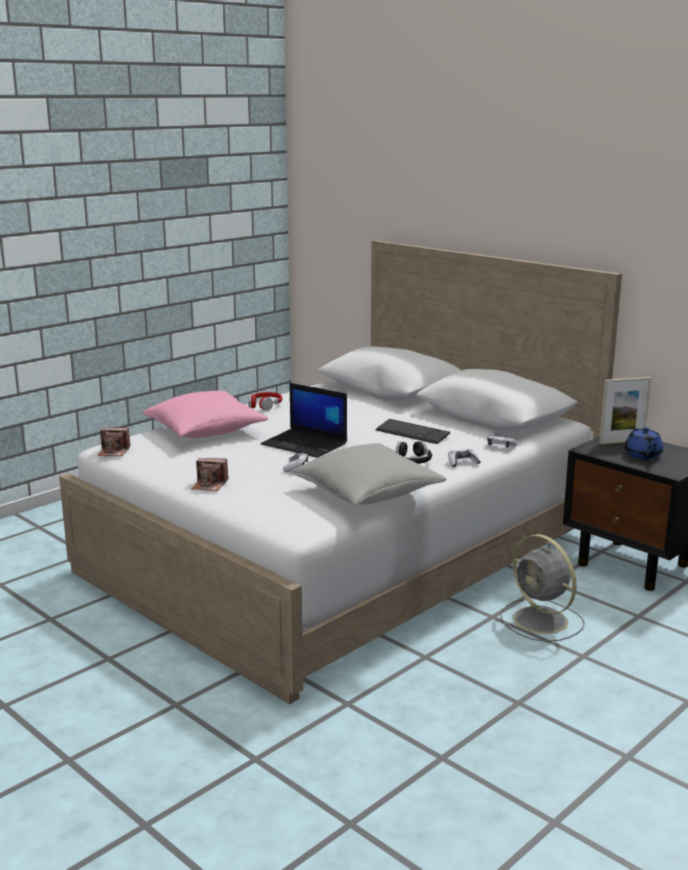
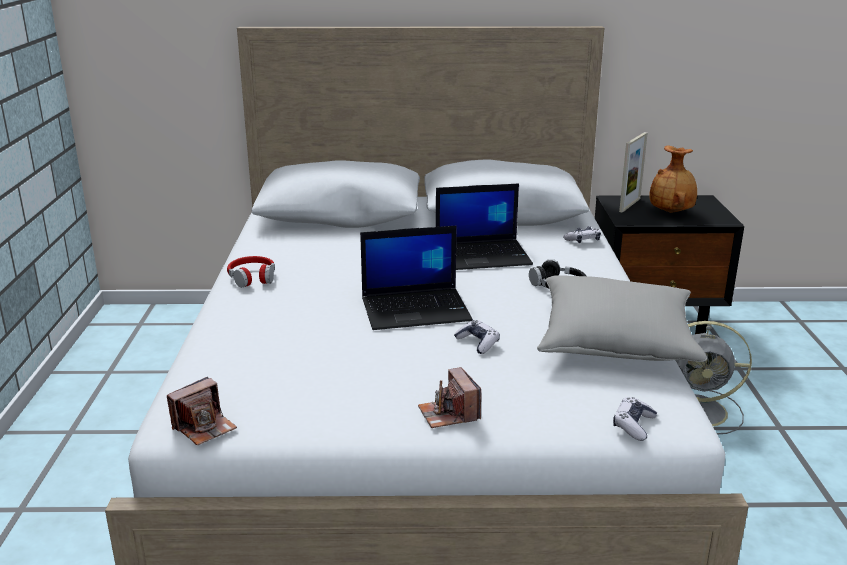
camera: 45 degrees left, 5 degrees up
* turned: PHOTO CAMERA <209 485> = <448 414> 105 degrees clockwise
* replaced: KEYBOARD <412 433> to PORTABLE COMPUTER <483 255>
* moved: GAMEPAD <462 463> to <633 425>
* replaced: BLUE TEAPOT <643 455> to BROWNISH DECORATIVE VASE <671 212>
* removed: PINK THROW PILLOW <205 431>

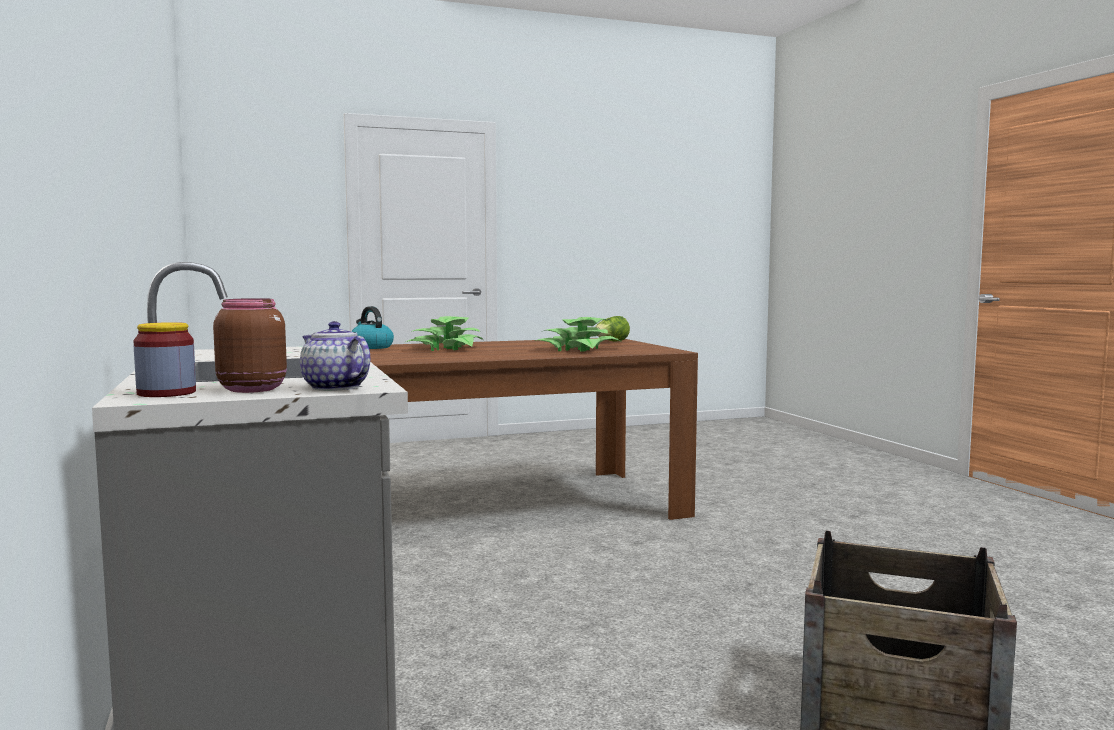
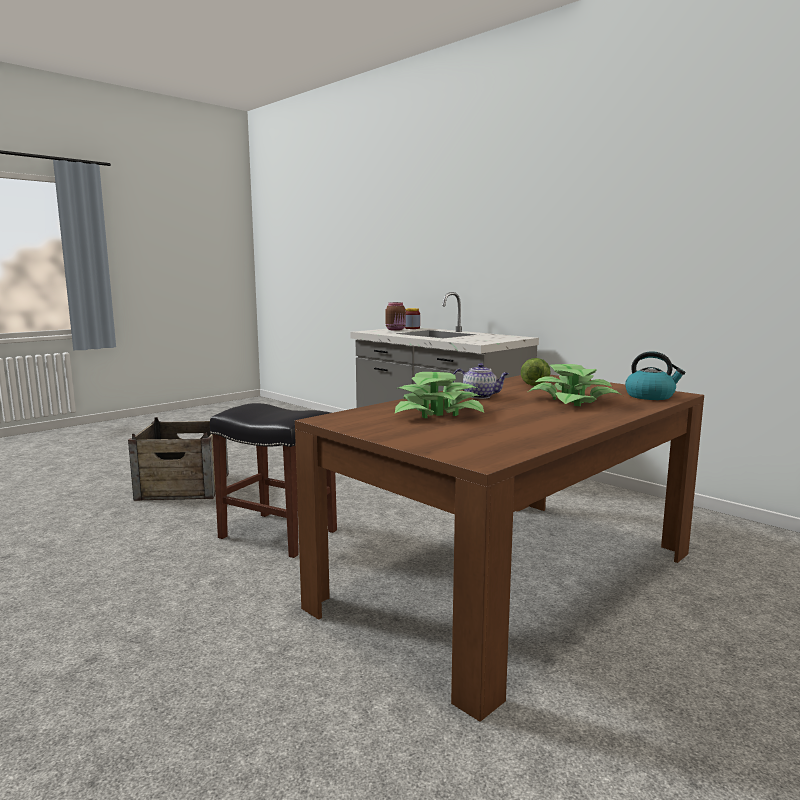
camera: 155 degrees right, 5 degrees up
* added: BLACKISH STOOL <280 534>
* moved: TEAPOT <334 387> to <480 396>
* moved: LETTUCE HEAD <611 342> to <534 383>

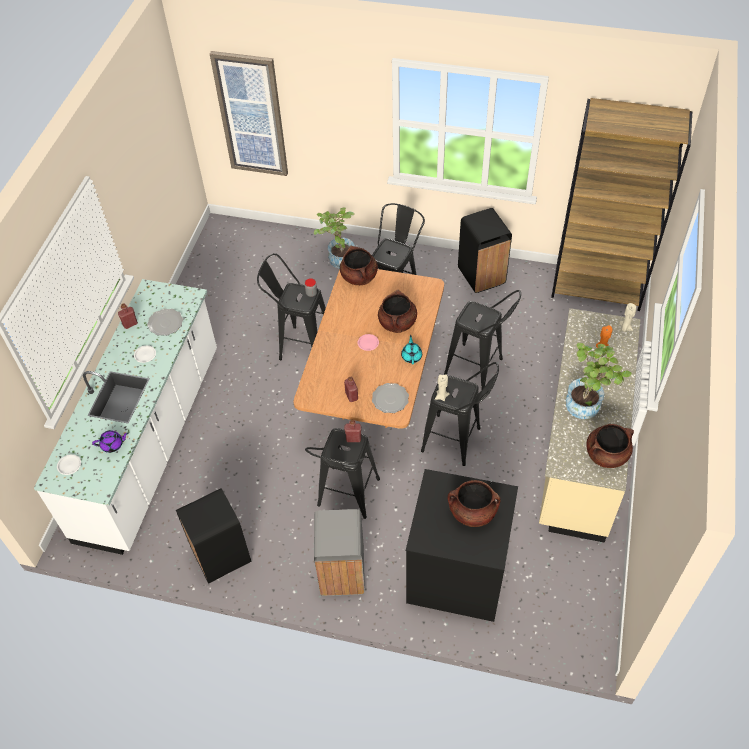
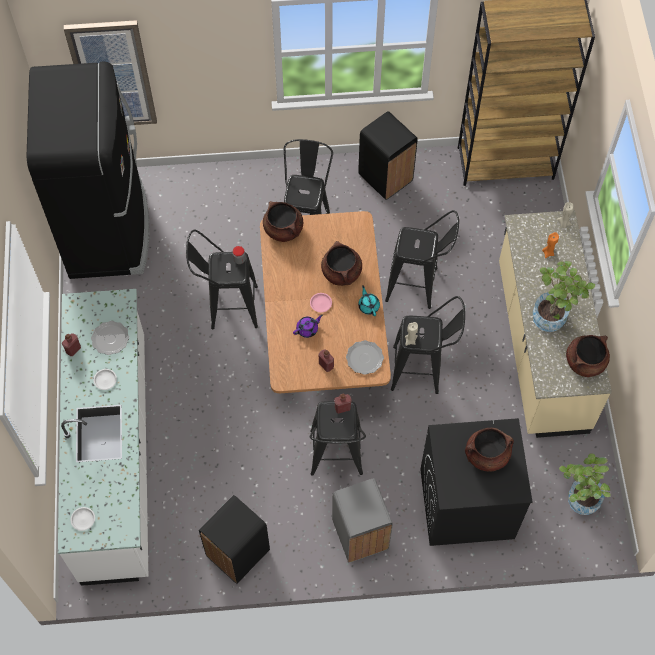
camera: 20 degrees left, 10 degrees up
* added: BLACKISH KITCHEN FRIDGE <108 229>
* moved: PURPLE TEAPOT <113 445> to <307 329>
* moved: HOUSEPLANT <338 258> to <578 499>

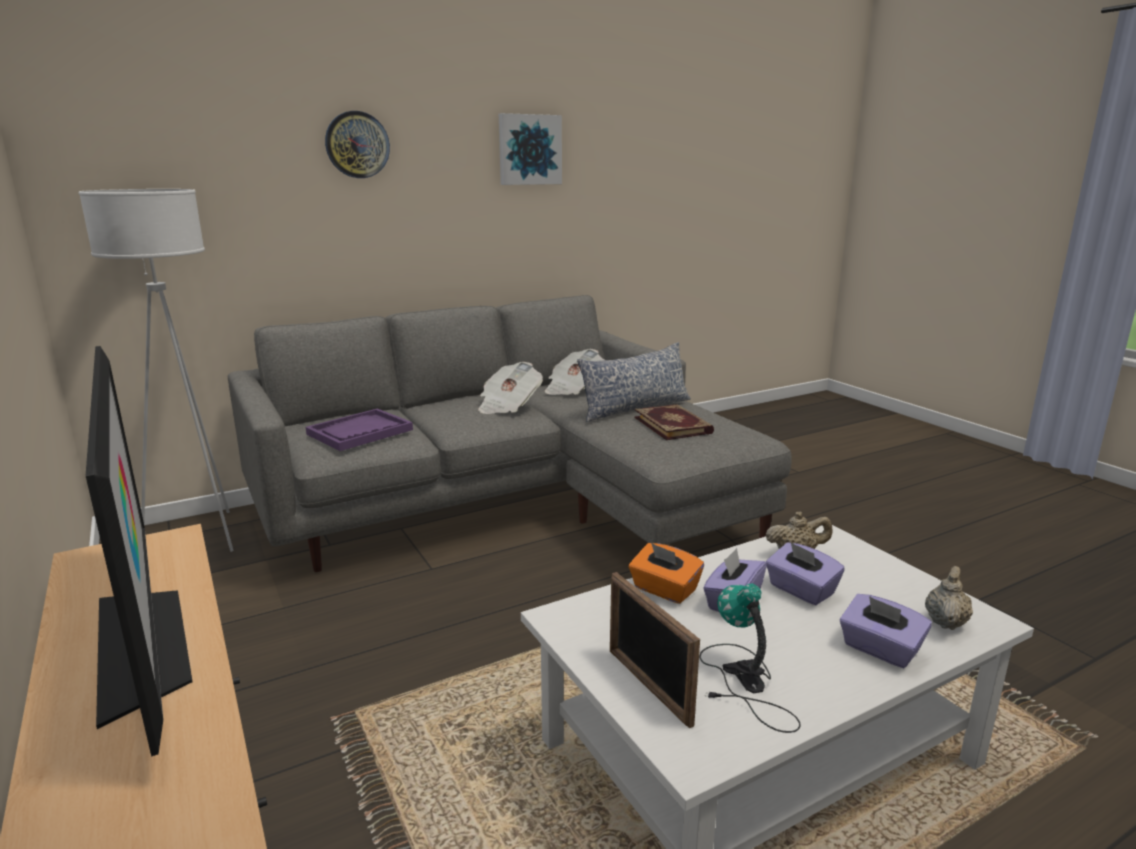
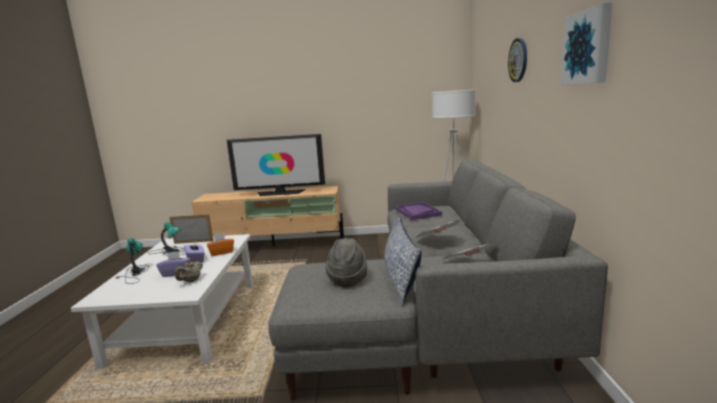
camera: 120 degrees right, 5 degrees down
* replaced: PURPLE BOX OF TISSUES <880 649> to TABLE LAMP <134 273>
* replaced: BOOK <673 425> to GRAY CLOTHING HAT <348 279>
* removed: BEIGE-COLOURED TEAPOT <945 621>

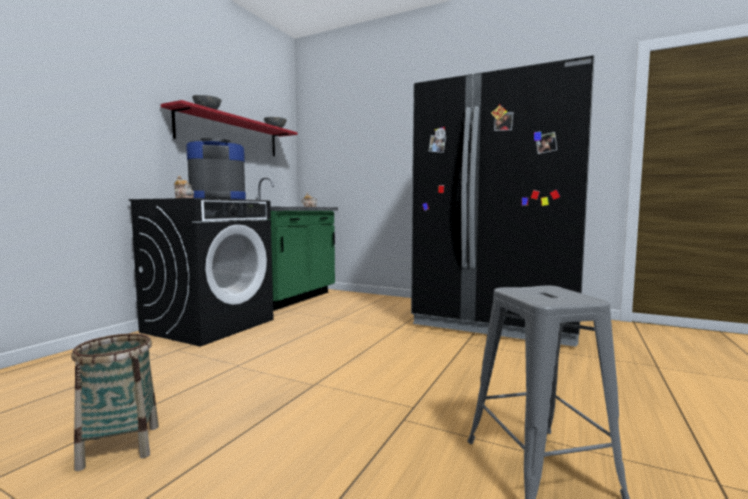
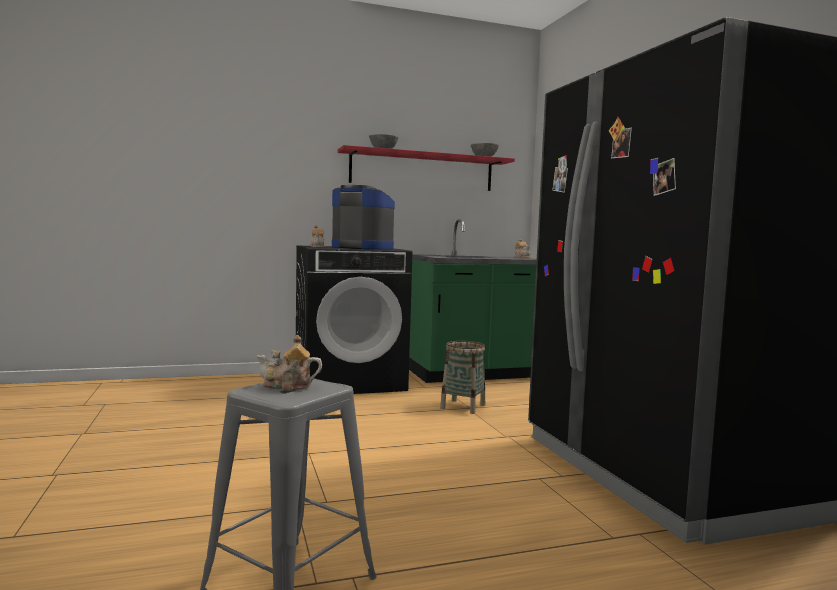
camera: 45 degrees right, 0 degrees up
* added: TEAPOT <288 386>
* moved: HOUSEHOLD BASKET <120 446> to <463 407>

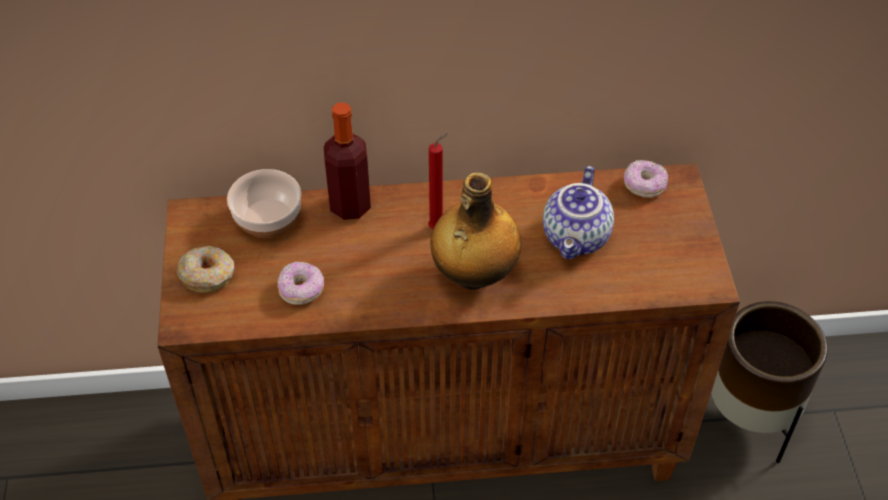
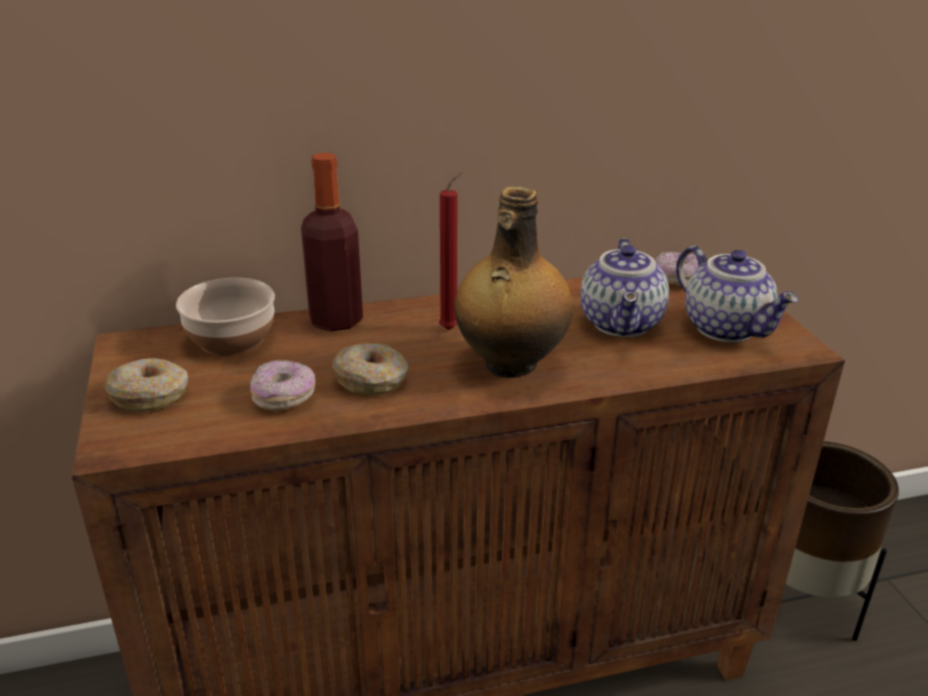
camera: 10 degrees left, 20 degrees down
* added: RING DOUGHNUT <372 379>
* added: TEAPOT <727 328>

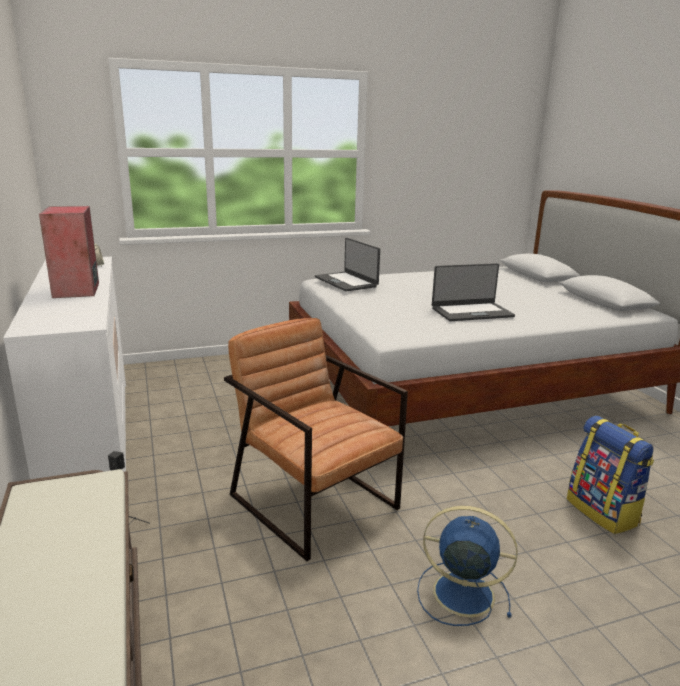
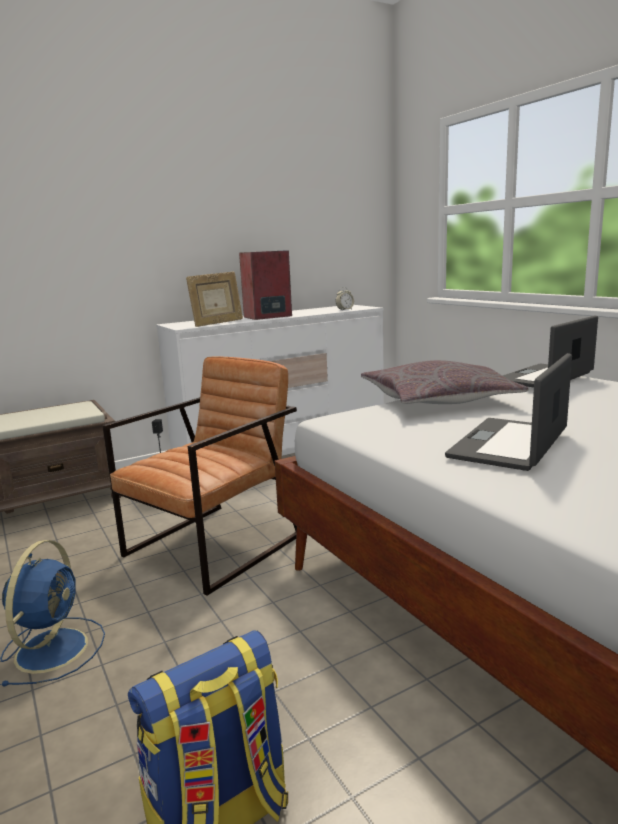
camera: 80 degrees right, 5 degrees down
* added: PHOTO FRAME <217 323>
* added: GRAY THROW PILLOW <437 400>
* turned: PORTABLE COMPUTER <471 312> = <510 444> 60 degrees clockwise

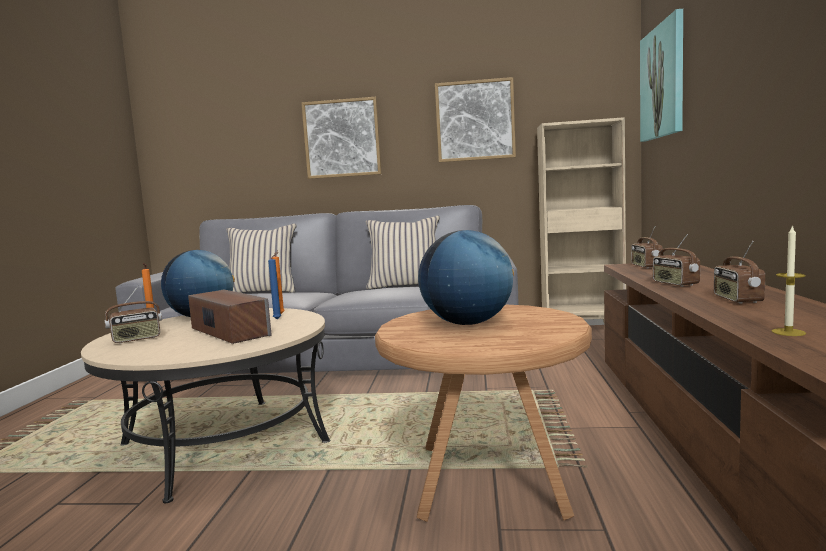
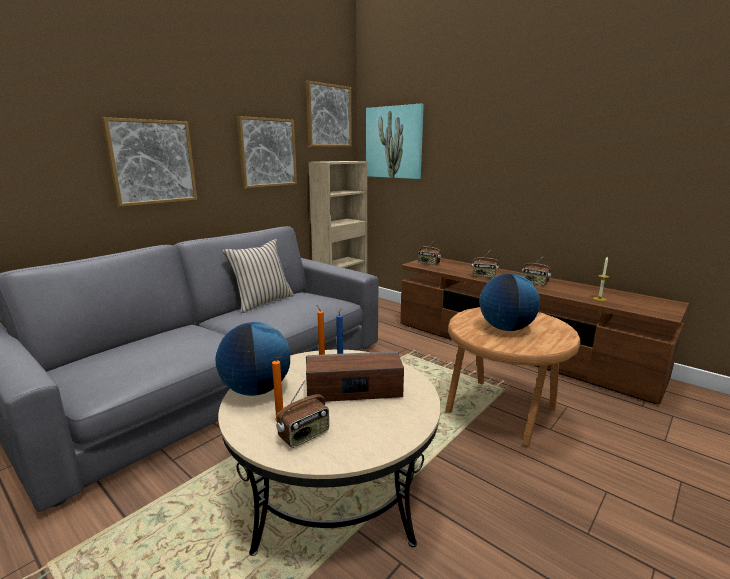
camera: 55 degrees left, 10 degrees up
* turned: RADIO SET <136 339> = <304 435> 45 degrees clockwise
* added: WALL PICTURE <328 116>
* removed: BEIGE-COLOURED THROW PILLOW <263 292>

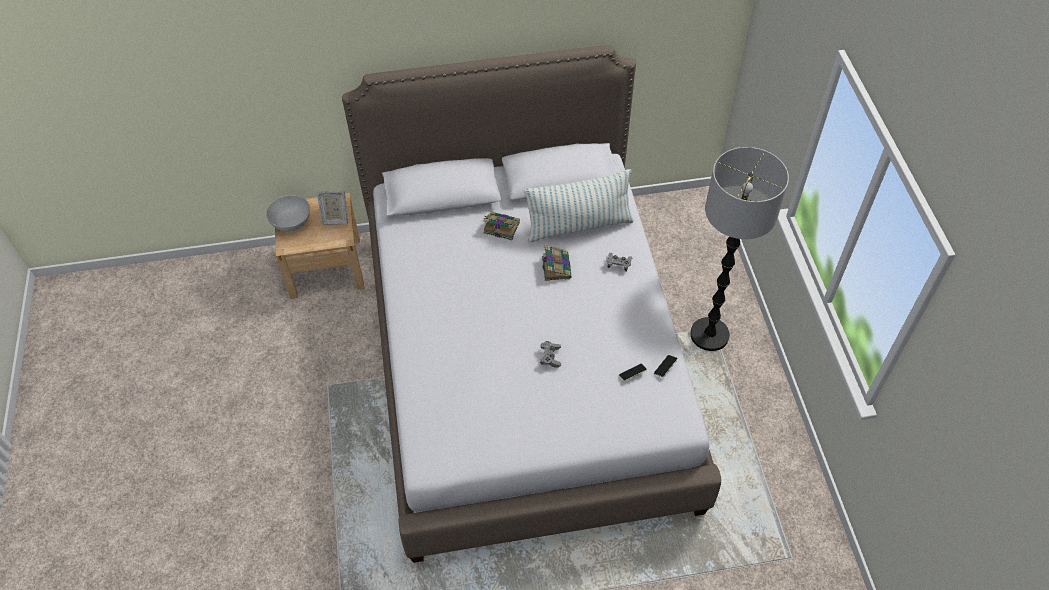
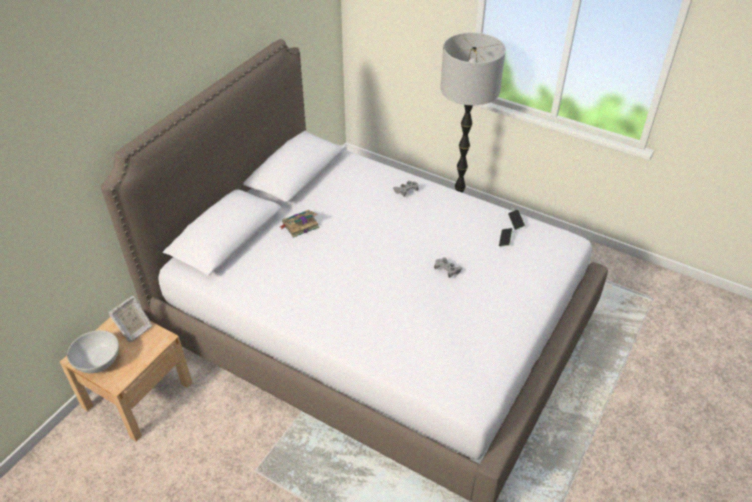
camera: 50 degrees left, 10 degrees down
* removed: THROW PILLOW <579 225>
* removed: BOOK <556 266>

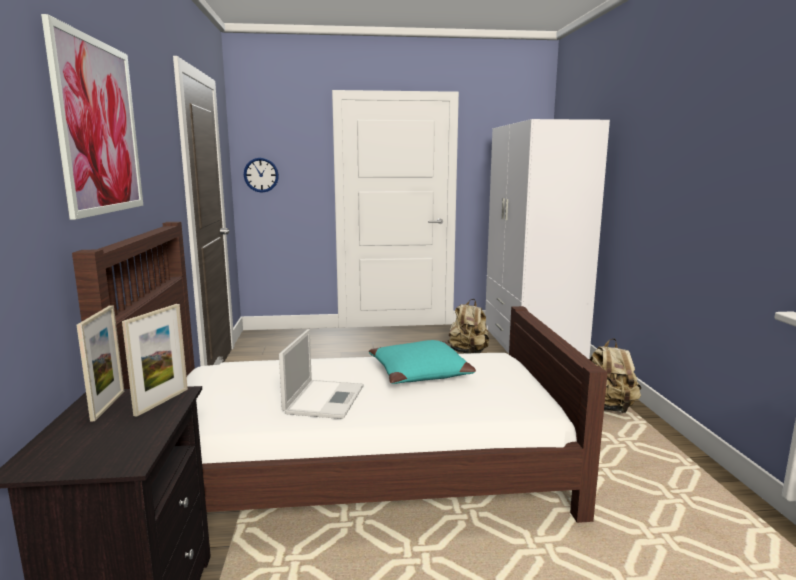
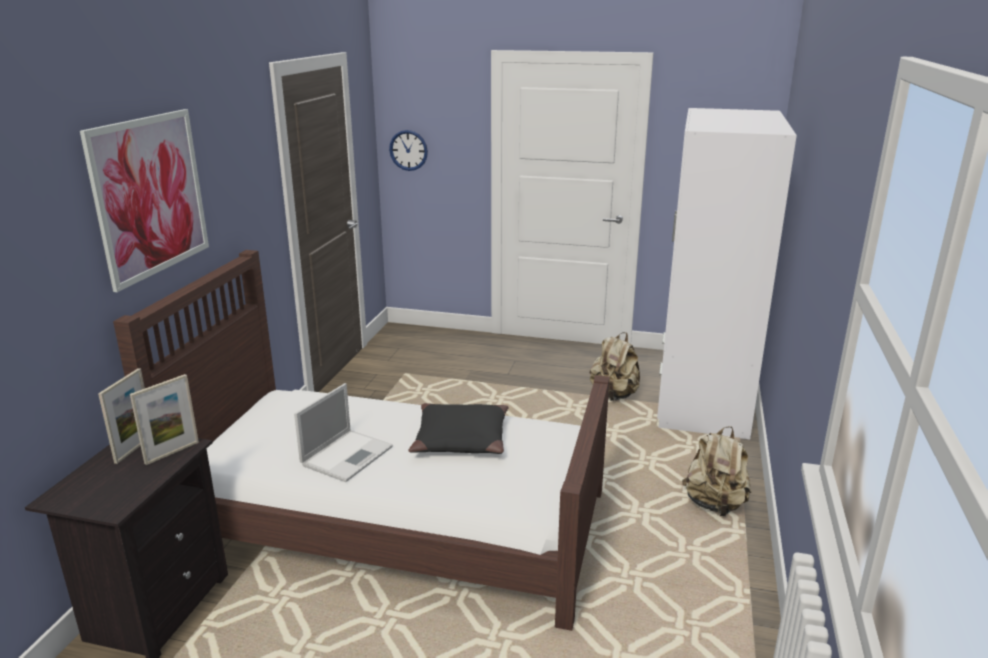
camera: 20 degrees right, 10 degrees up
* recoloured: TURQUOISE THROW PILLOW <420 373> to BLACKISH THROW PILLOW <461 440>

